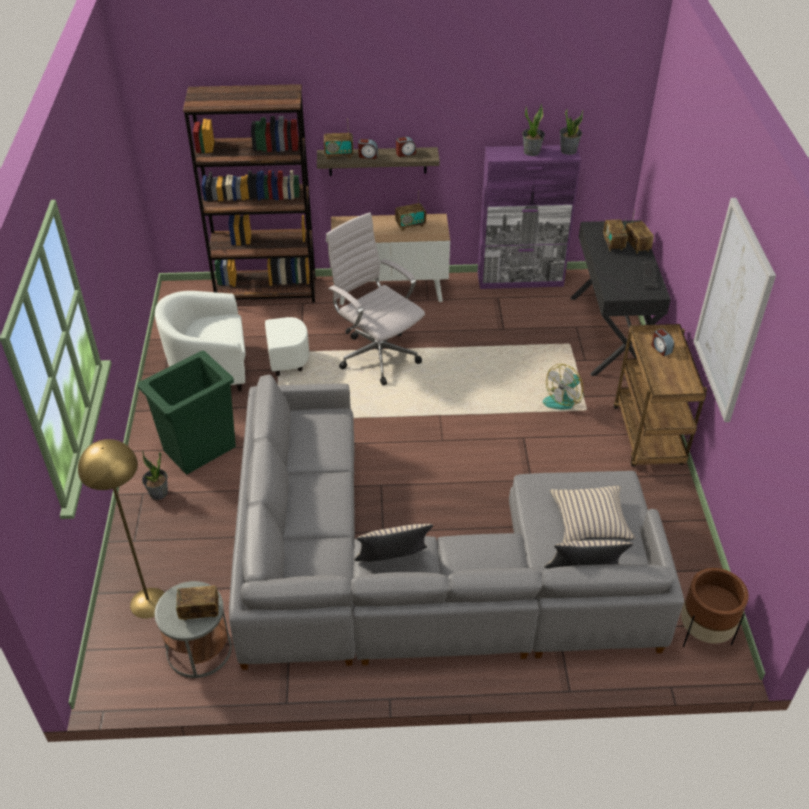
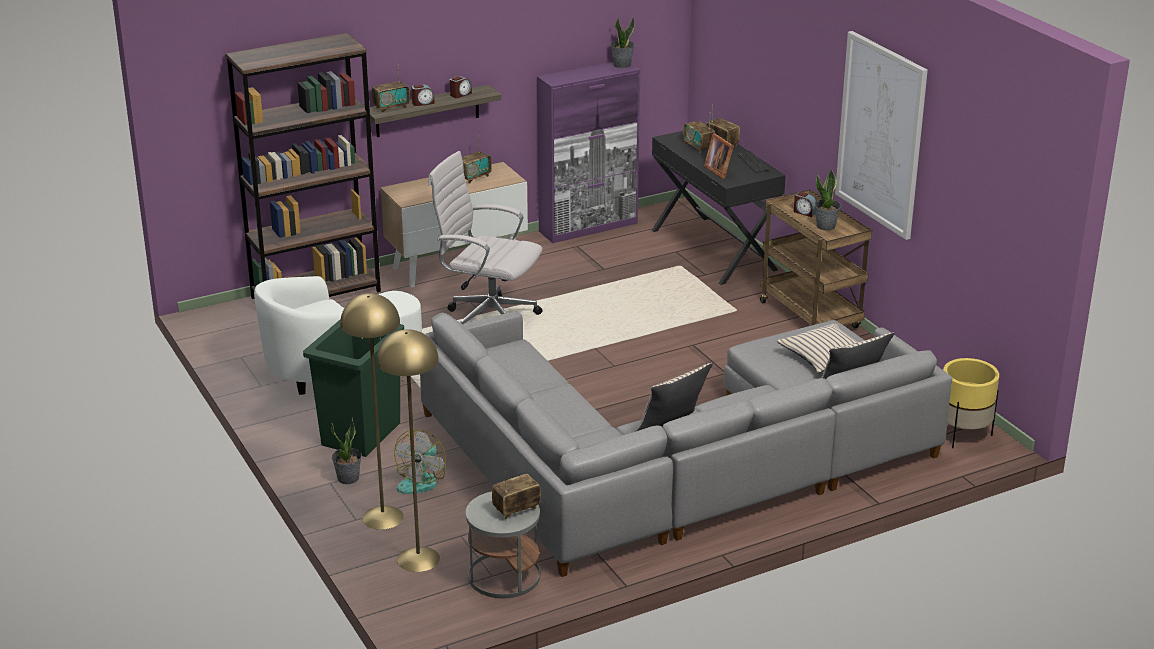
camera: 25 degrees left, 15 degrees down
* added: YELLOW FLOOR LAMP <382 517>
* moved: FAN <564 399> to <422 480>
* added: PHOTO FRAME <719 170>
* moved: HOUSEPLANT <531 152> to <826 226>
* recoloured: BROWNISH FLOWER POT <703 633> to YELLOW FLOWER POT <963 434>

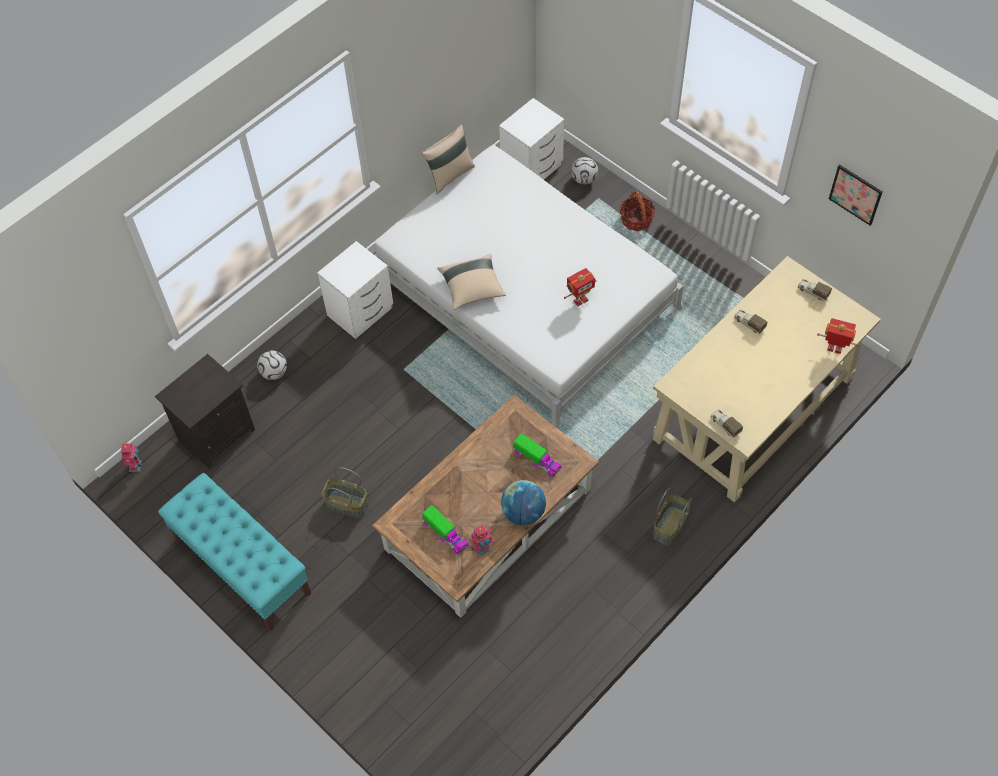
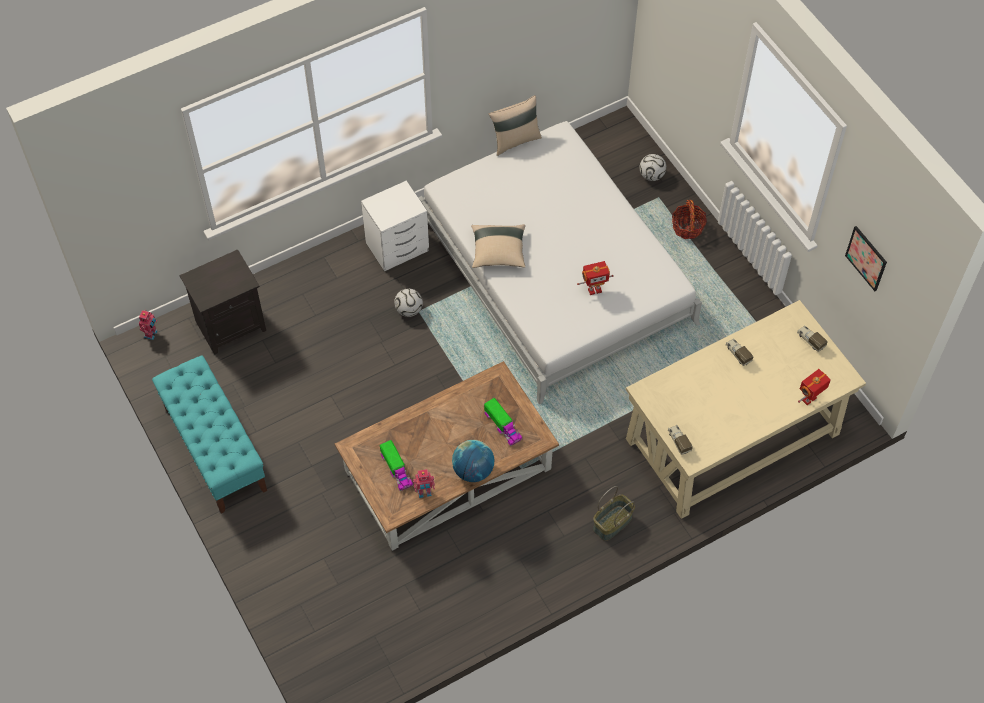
camera: 15 degrees right, 0 degrees up
* moved: BALL FOR FOOTBALL <274 373> to <409 310>
* turned: TOY ROBOT <834 349> = <809 399> 75 degrees counterclockwise
* removed: HOUSEHOLD BASKET <346 505>
* removed: WHITE NIGHTSTAND <533 168>

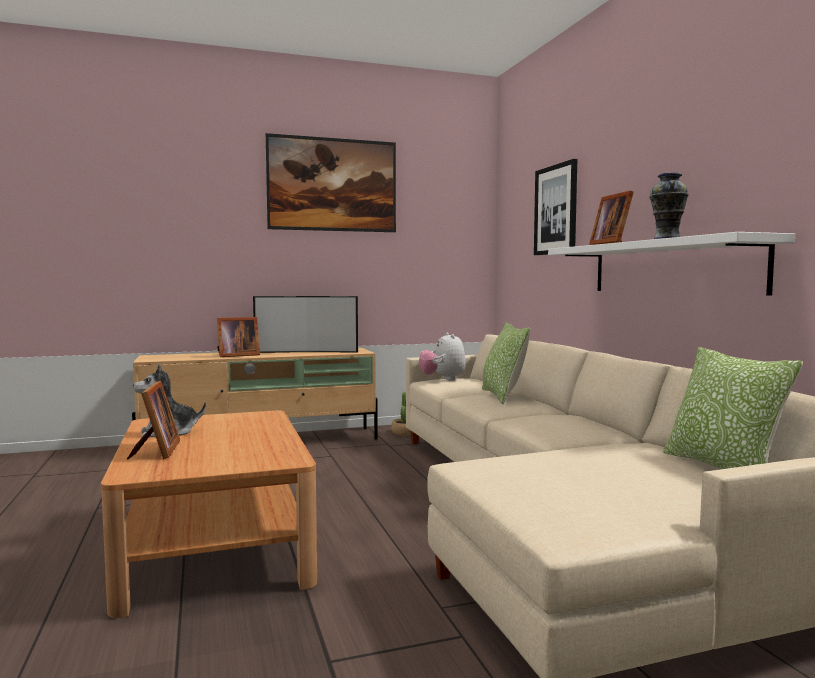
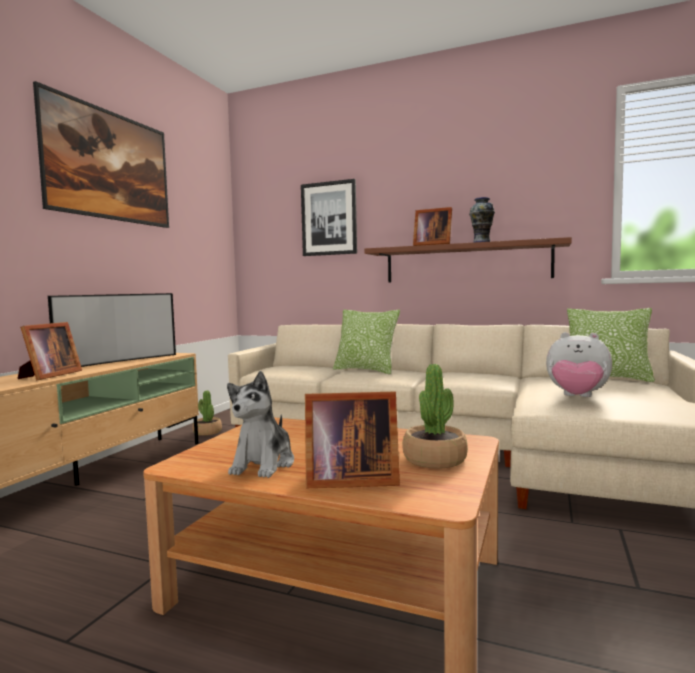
camera: 50 degrees left, 0 degrees up
* turned: PHOTO FRAME <156 451> = <348 479> 150 degrees clockwise
* recoloured: WHITE BRACKET SHELF <670 268> to BROWNISH BRACKET SHELF <466 263>
* added: HOUSEPLANT <435 459>
* moved: SOFT TOY <443 379> to <577 397>

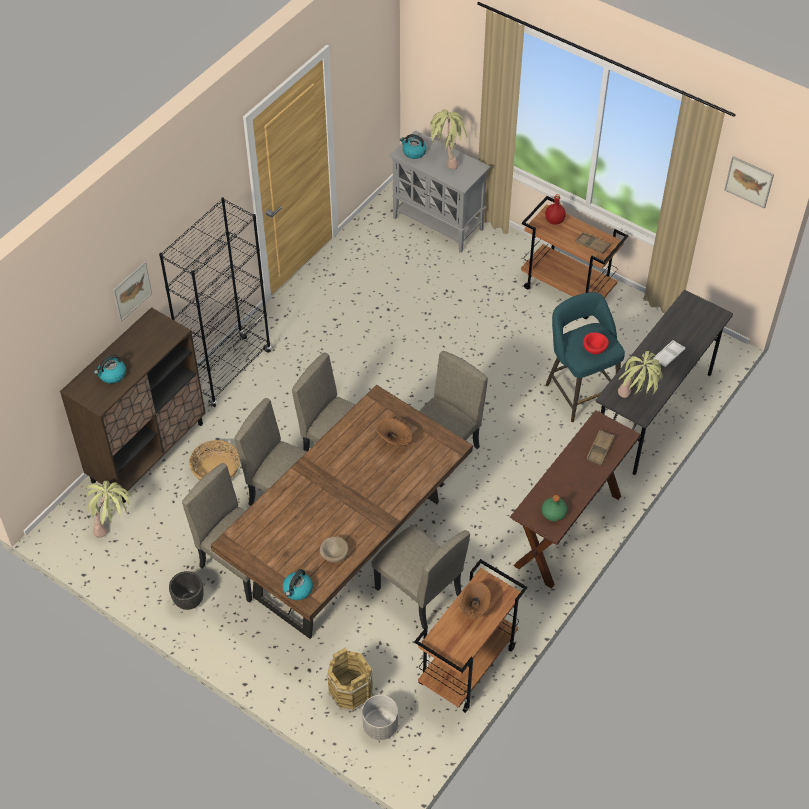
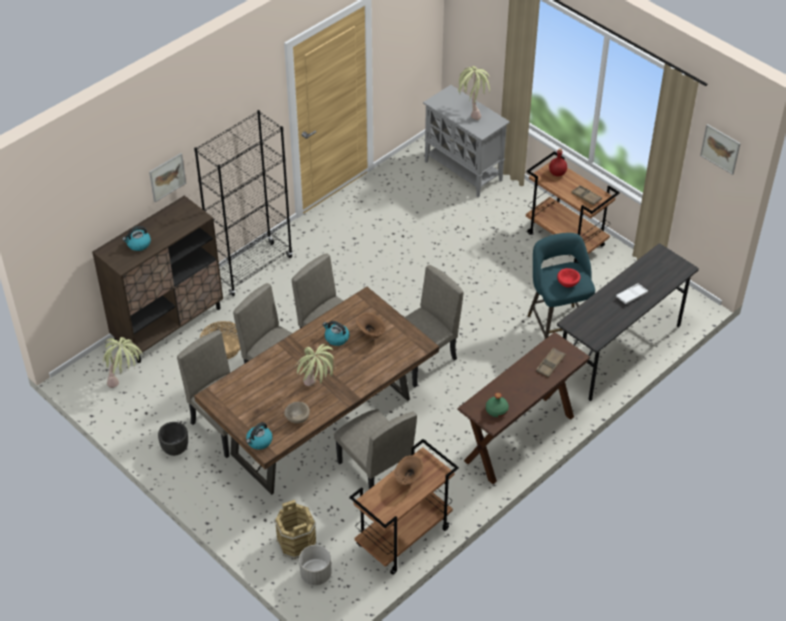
camera: 10 degrees right, 5 degrees down
* moved: HOUSEPLANT <636 402> to <317 392>
* moved: TEA KETTLE <413 152> to <336 338>

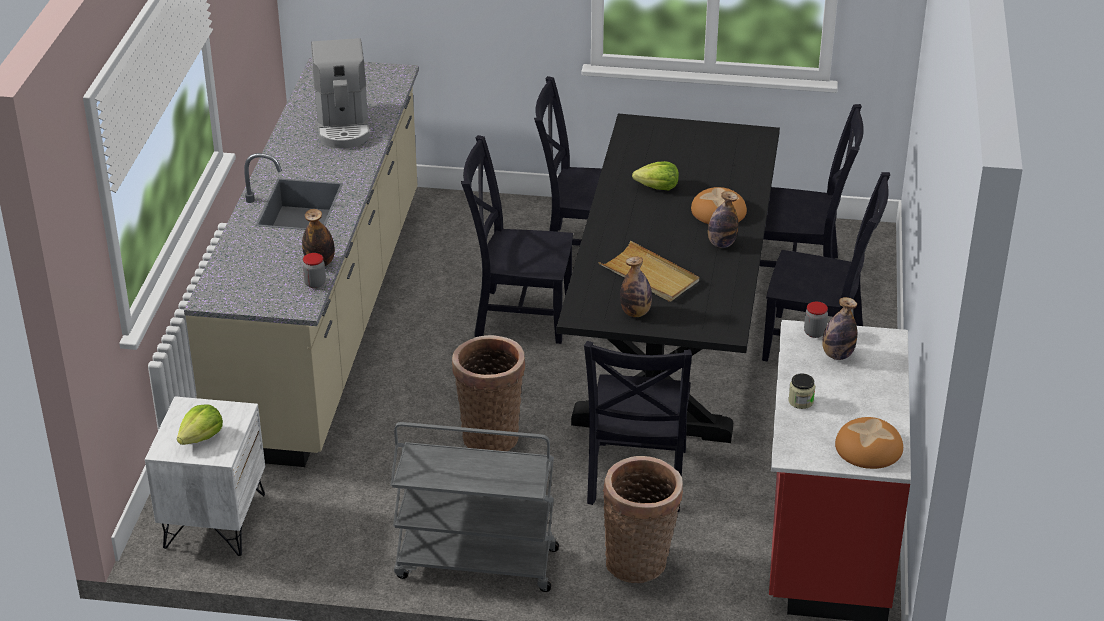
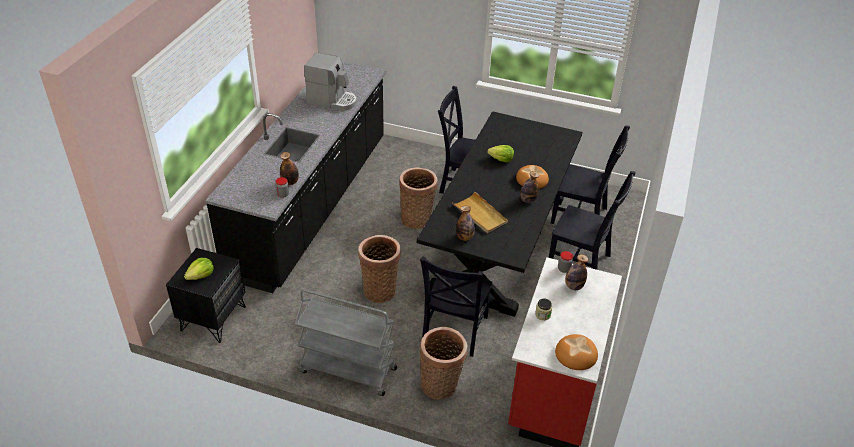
camera: 10 degrees right, 5 degrees up
* recoloured: WHITE NIGHTSTAND <214 521> to BLACKISH NIGHTSTAND <213 318>
* recoloured: BEIGE-COLOURED KITCHEN COUNTER <325 318> to BLACKISH KITCHEN COUNTER <312 205>
* turned: COFFEE MACHINE <343 126> = <333 100> 75 degrees counterclockwise
* replaced: BLACKISH PLAIN CHAIR <518 315> to HOUSEHOLD BASKET <417 218>

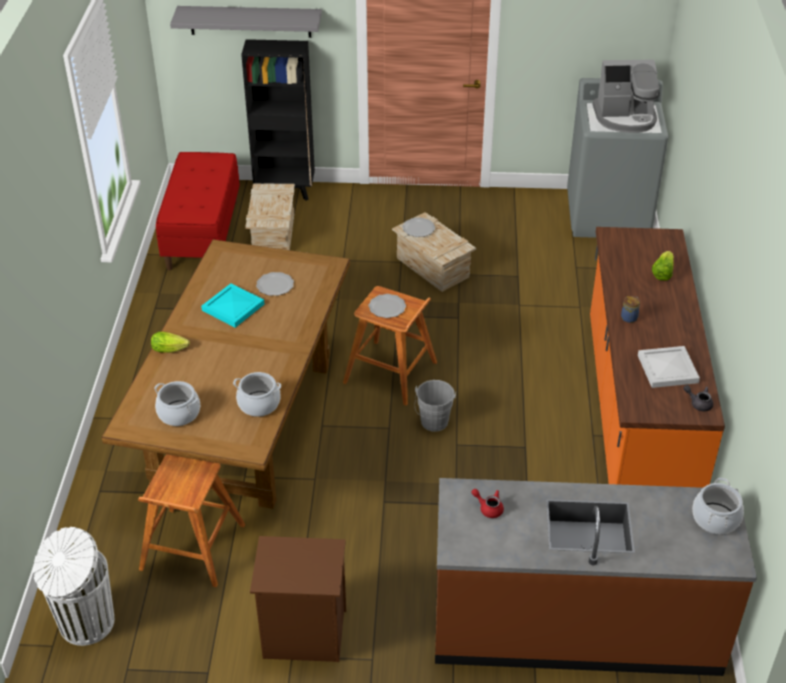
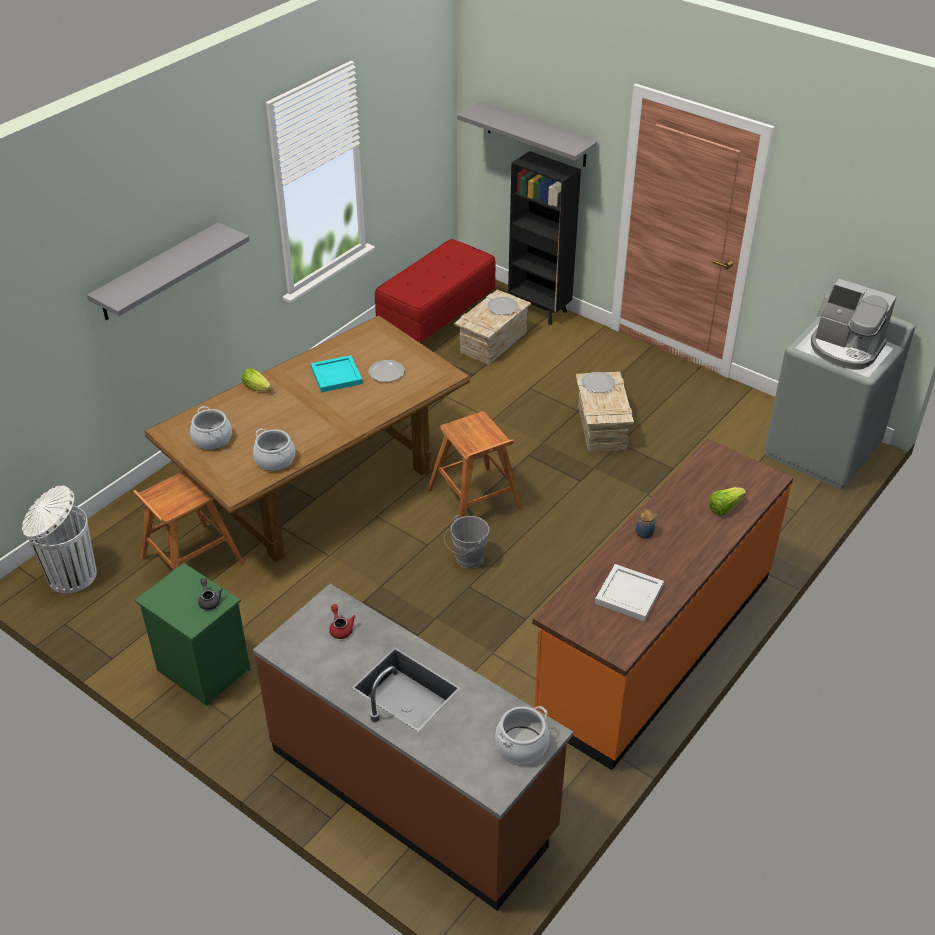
camera: 35 degrees right, 0 degrees up
* added: GRAY BRACKET SHELF <158 272>
* recoloured: BROWNISH NIGHTSTAND <302 635> to GREENISH NIGHTSTAND <201 669>
* moved: GRAY TEAPOT <698 403> to <209 600>
* moved: PLATE <387 307> to <503 307>

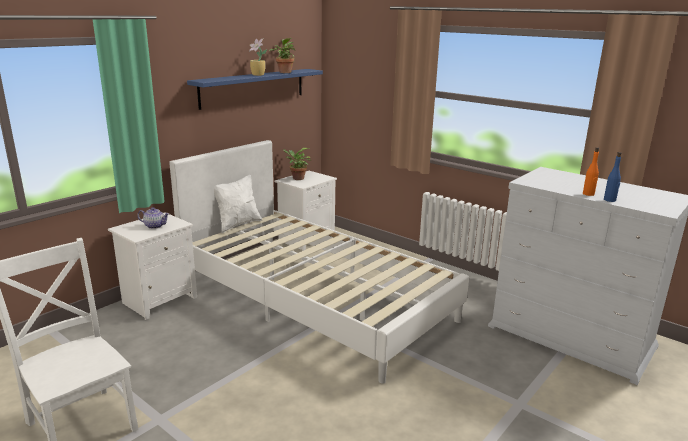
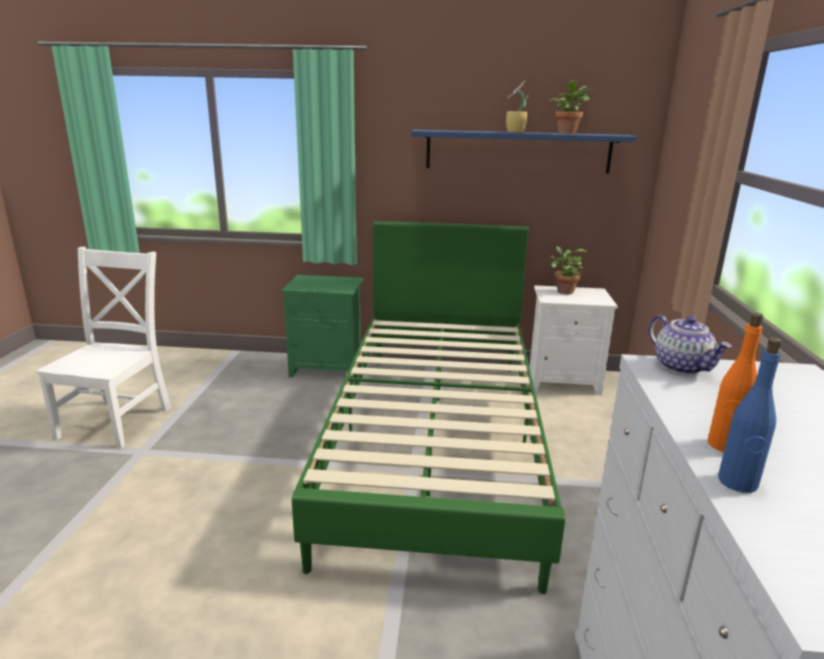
camera: 55 degrees right, 0 degrees up
* recoloured: WHITE NIGHTSTAND <160 299> to GREENISH NIGHTSTAND <328 367>
* recoloured: WHITE BED <313 298> to GREENISH BED <436 441>
* moved: TEAPOT <155 226> to <682 367>
* removed: WHITE THROW PILLOW <237 224>

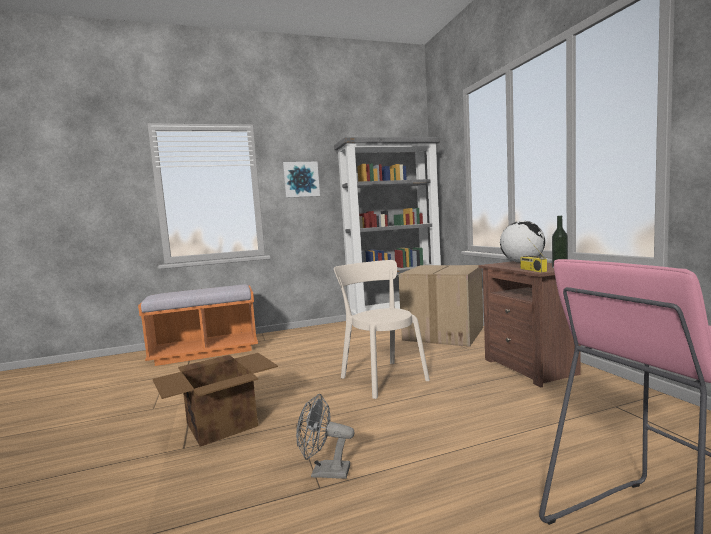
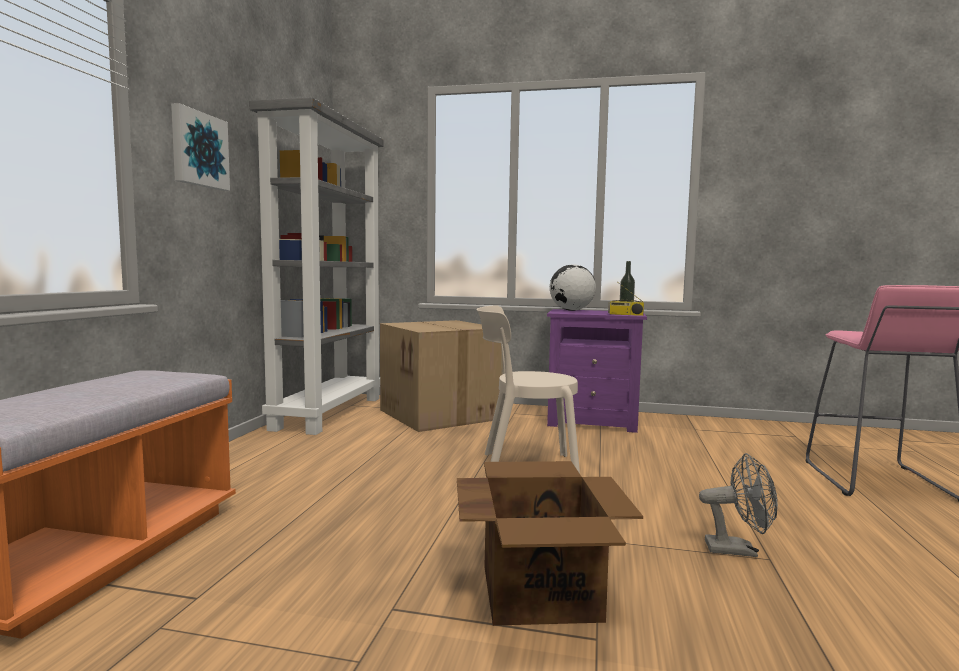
camera: 60 degrees left, 0 degrees up
* recoloured: BROWNISH NIGHTSTAND <533 367> to PURPLE NIGHTSTAND <593 421>
* turned: GRAY FAN <324 472> = <738 550> 120 degrees counterclockwise

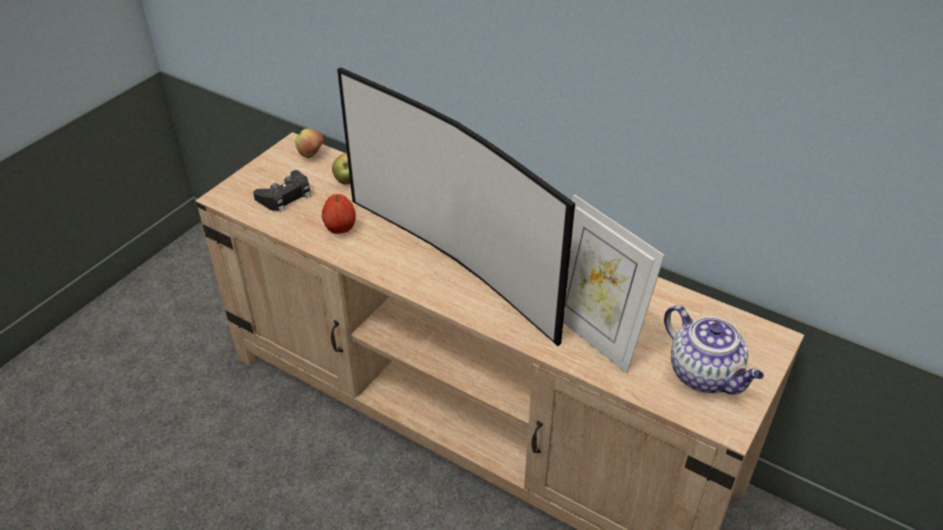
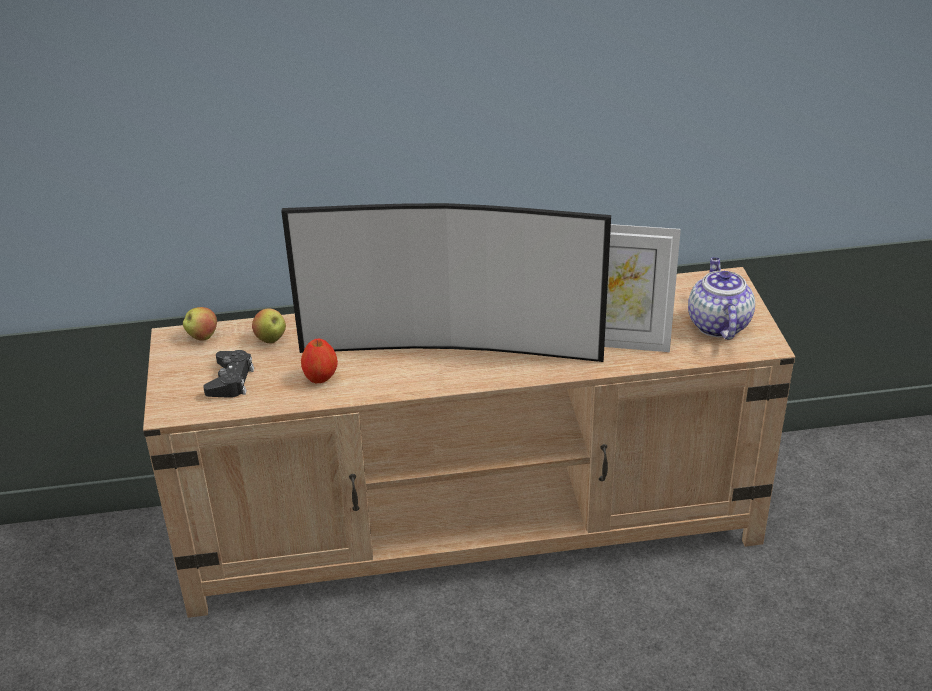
camera: 40 degrees left, 5 degrees down
* turned: TEAPOT <705 375> = <717 324> 105 degrees counterclockwise

